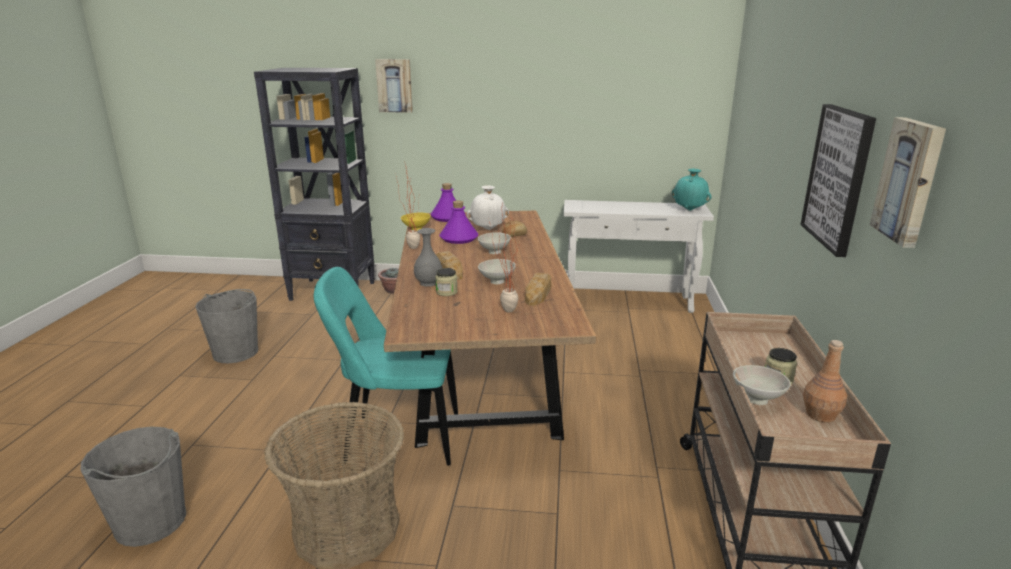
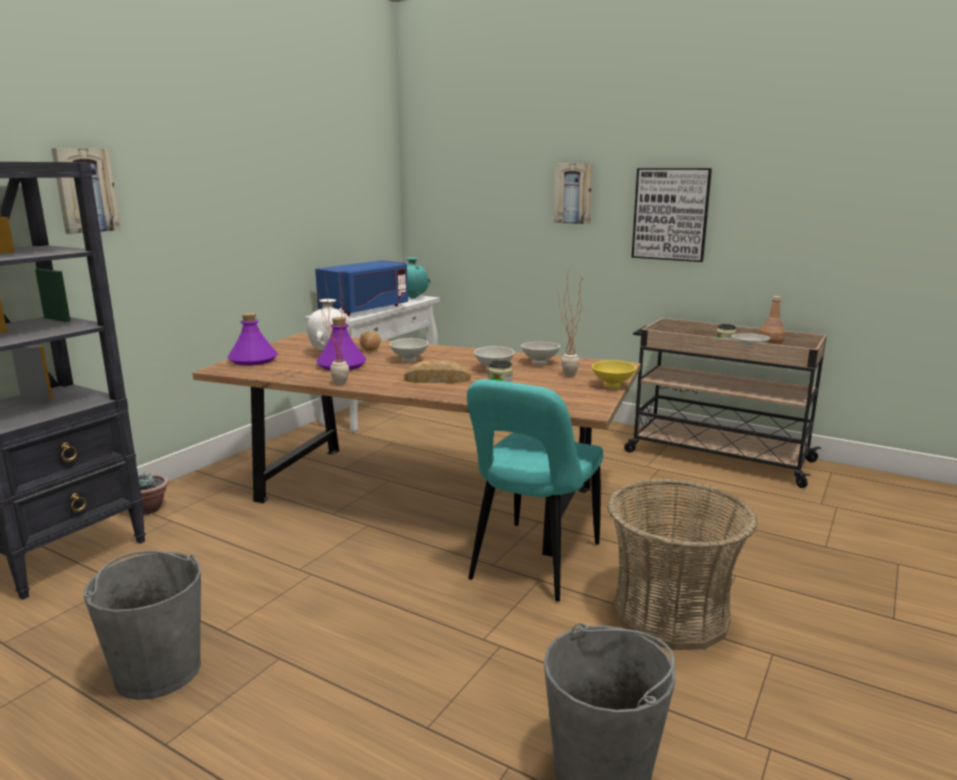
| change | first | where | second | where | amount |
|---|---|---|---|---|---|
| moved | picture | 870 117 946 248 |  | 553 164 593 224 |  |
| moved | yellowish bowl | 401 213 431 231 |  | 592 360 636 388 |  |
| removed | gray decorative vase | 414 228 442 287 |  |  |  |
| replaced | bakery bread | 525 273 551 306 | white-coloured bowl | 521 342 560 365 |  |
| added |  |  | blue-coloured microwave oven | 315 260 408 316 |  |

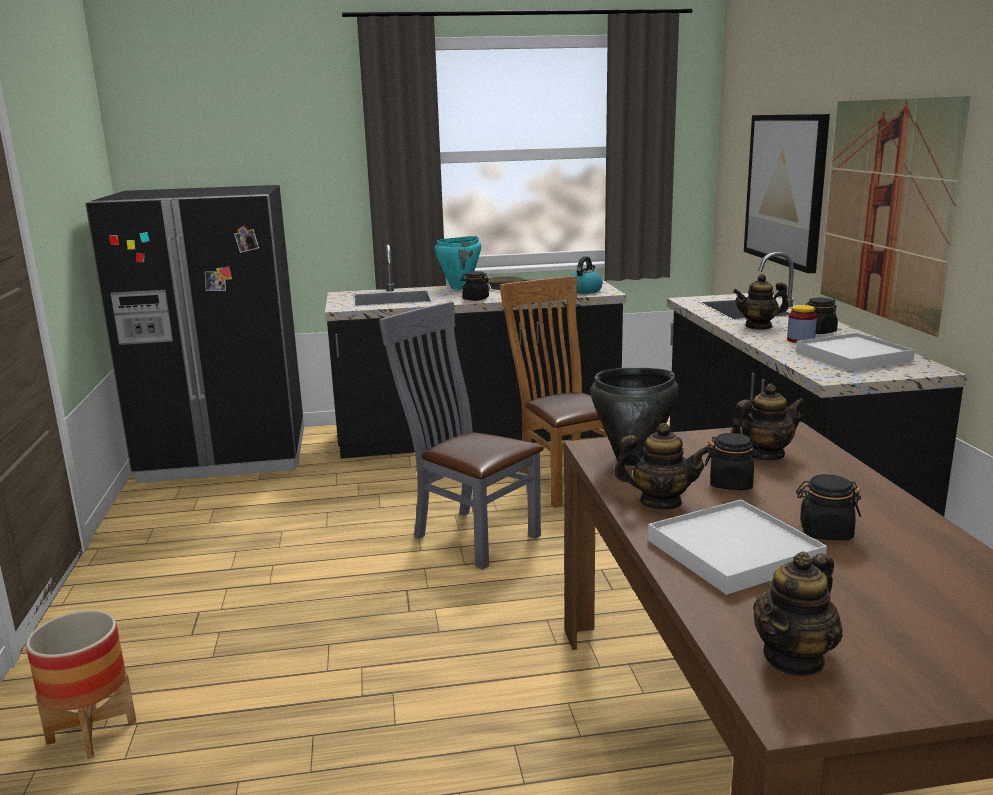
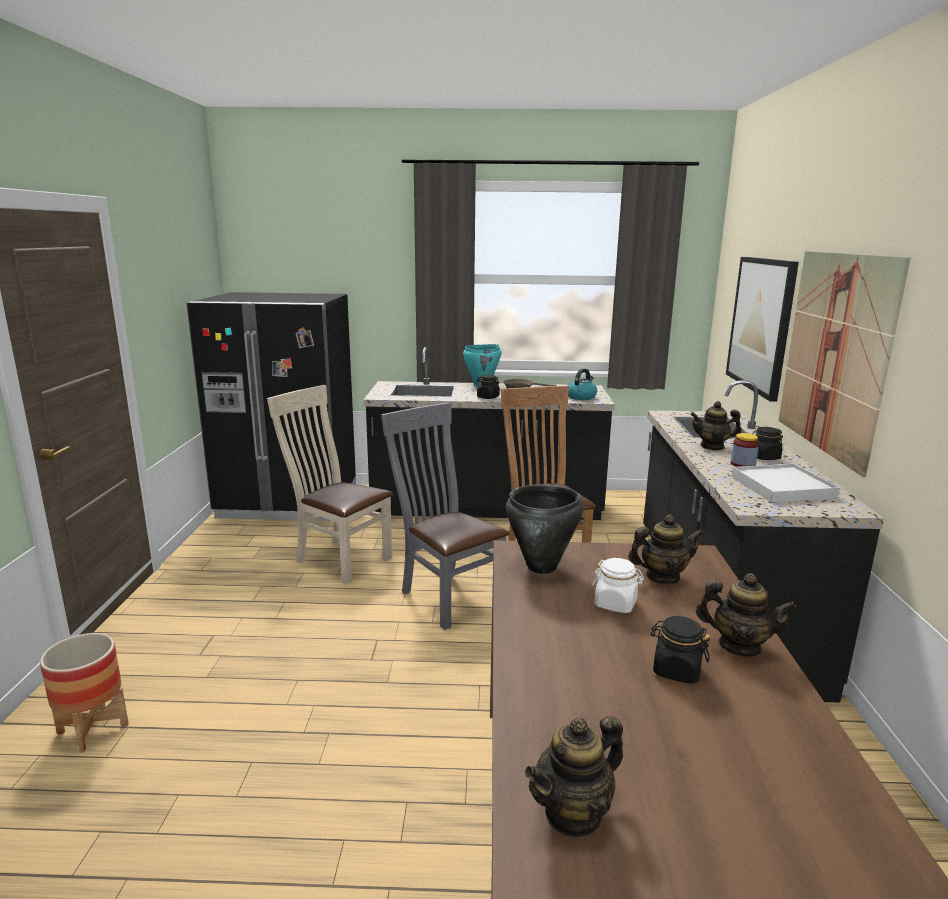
| change | first | where | second | where | amount |
|---|---|---|---|---|---|
| moved | tea pot | 614 423 710 509 |  | 696 573 797 657 |  |
| recoloured | black storage jar | 705 433 762 490 | white-coloured storage jar | 592 558 644 613 |  |
| removed | white-coloured serving tray | 648 500 827 595 |  |  |  |
| added |  |  | beige-coloured plain chair | 267 385 393 585 |  |

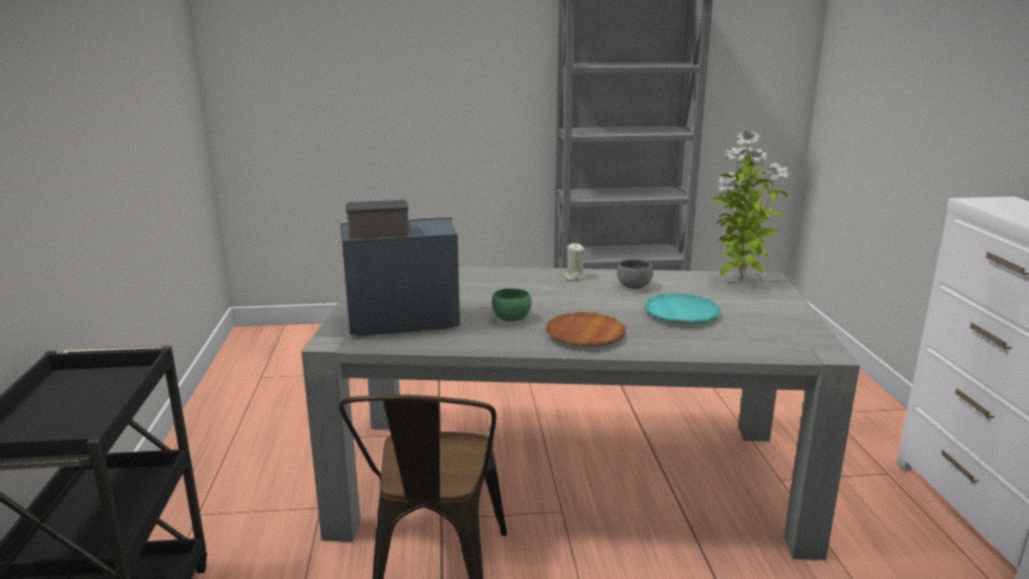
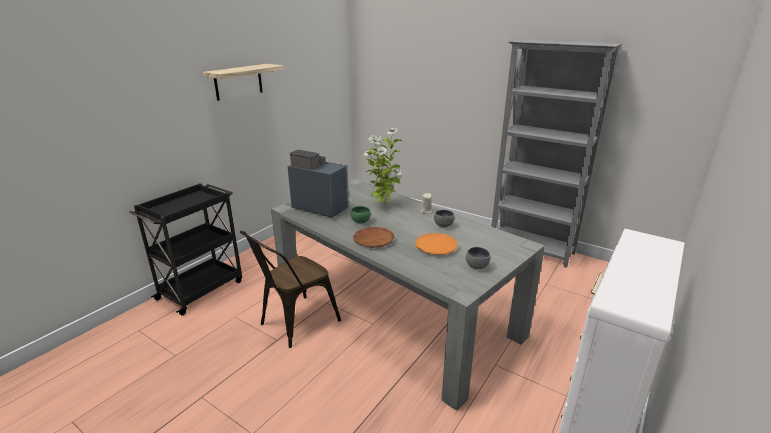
| change | first | where | second | where | amount |
|---|---|---|---|---|---|
| moved | houseplant | 712 132 789 282 |  | 364 128 402 206 |  |
| recoloured | blue-green plate | 644 293 721 324 | orange-coloured plate | 415 233 458 255 |  |
| added |  |  | shelf | 203 64 284 101 |  |
| added |  |  | gray bowl | 466 247 490 269 |  |

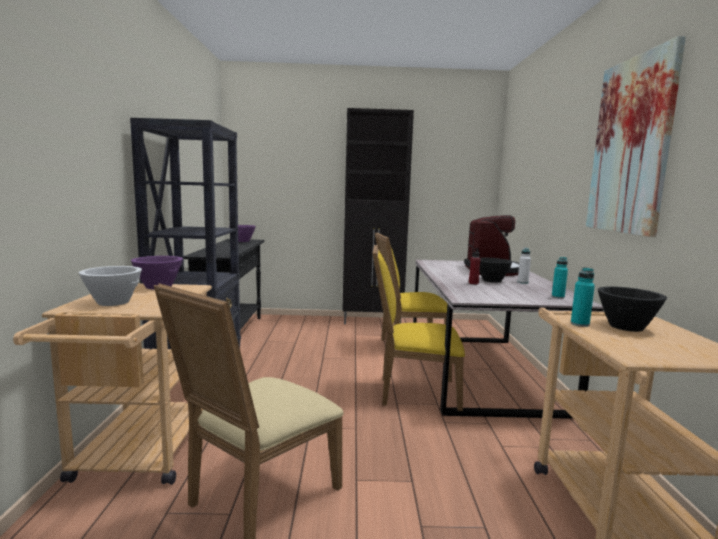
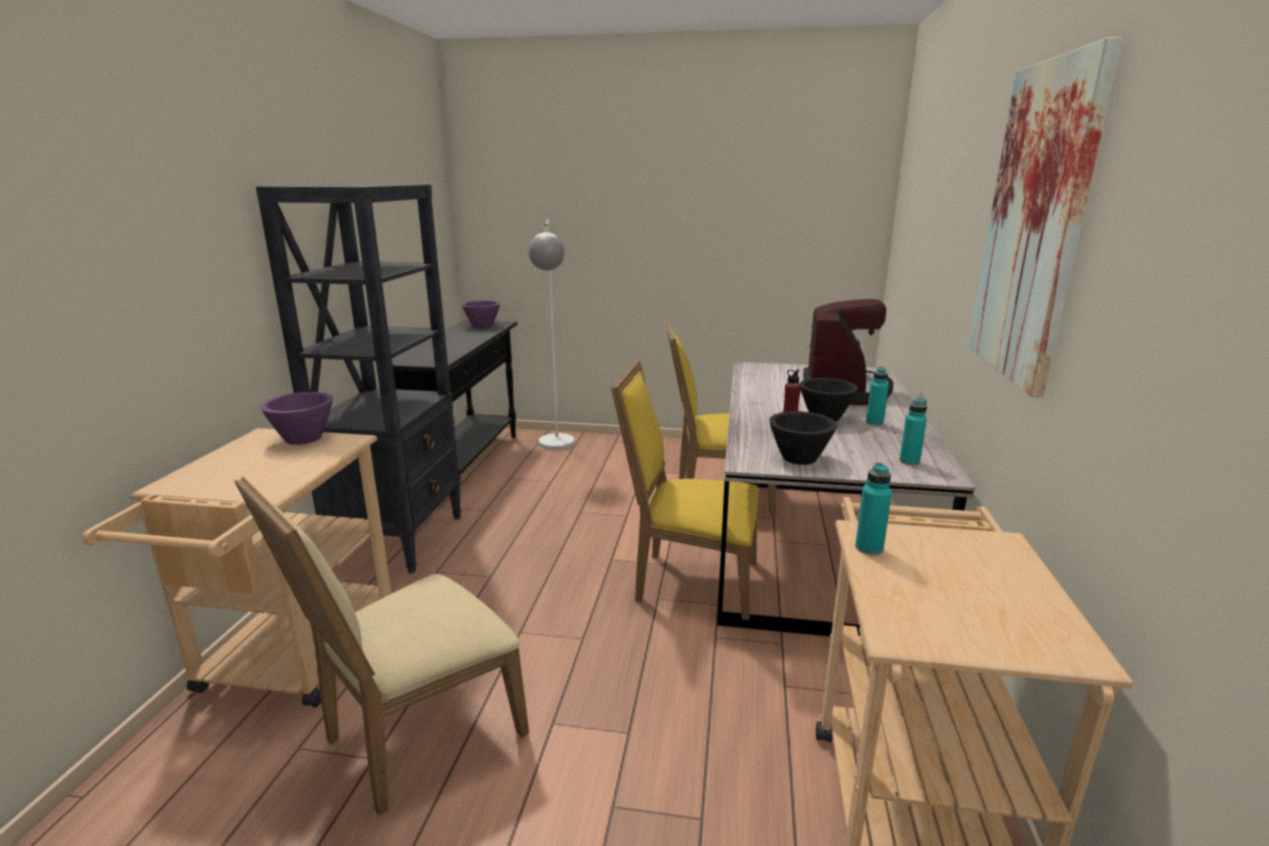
| change | first | where | second | where | amount |
|---|---|---|---|---|---|
| removed | black cupboard | 342 108 414 324 |  |  |  |
| recoloured | white-coloured beverage bottle | 518 247 531 284 | blue-green beverage bottle | 866 367 889 426 |  |
| removed | white-coloured bowl | 79 266 142 306 |  |  |  |
| moved | black bowl | 598 287 667 332 |  | 769 411 837 465 |  |
| added |  |  | white-coloured floor lamp | 529 219 575 450 |  |

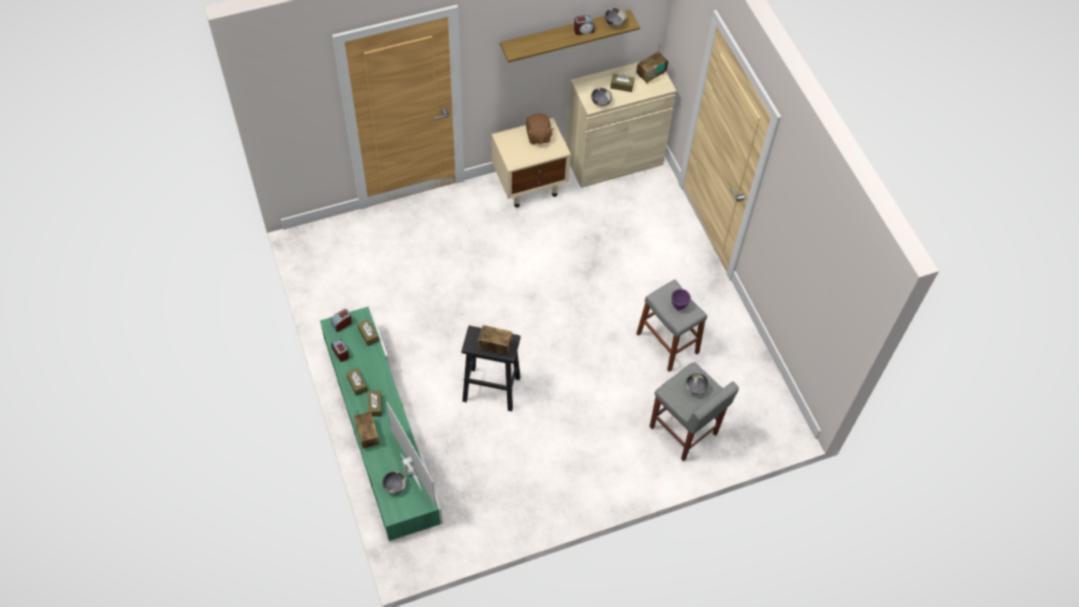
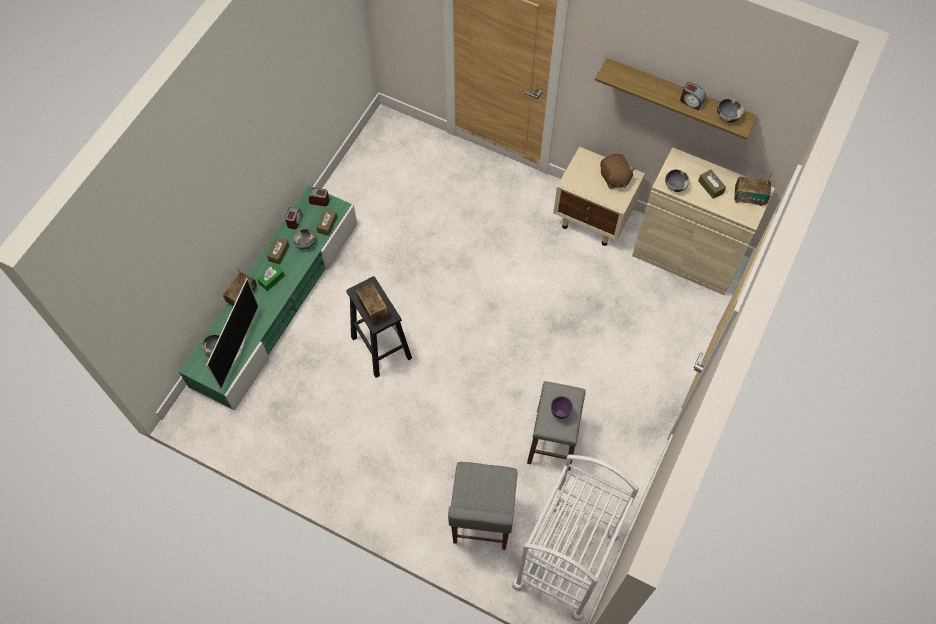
| change | first | where | second | where | amount |
|---|---|---|---|---|---|
| turned | brown plush toy | 526 114 554 144 |  | 600 154 635 189 | 60 degrees counterclockwise |
| moved | bowl | 685 373 709 395 |  | 293 229 316 249 |  |
| recoloured | brown box of tissues | 368 390 382 417 | green-coloured box of tissues | 257 264 285 291 |  |
| added |  |  | white-coloured wheeled cart | 512 454 639 621 |  |

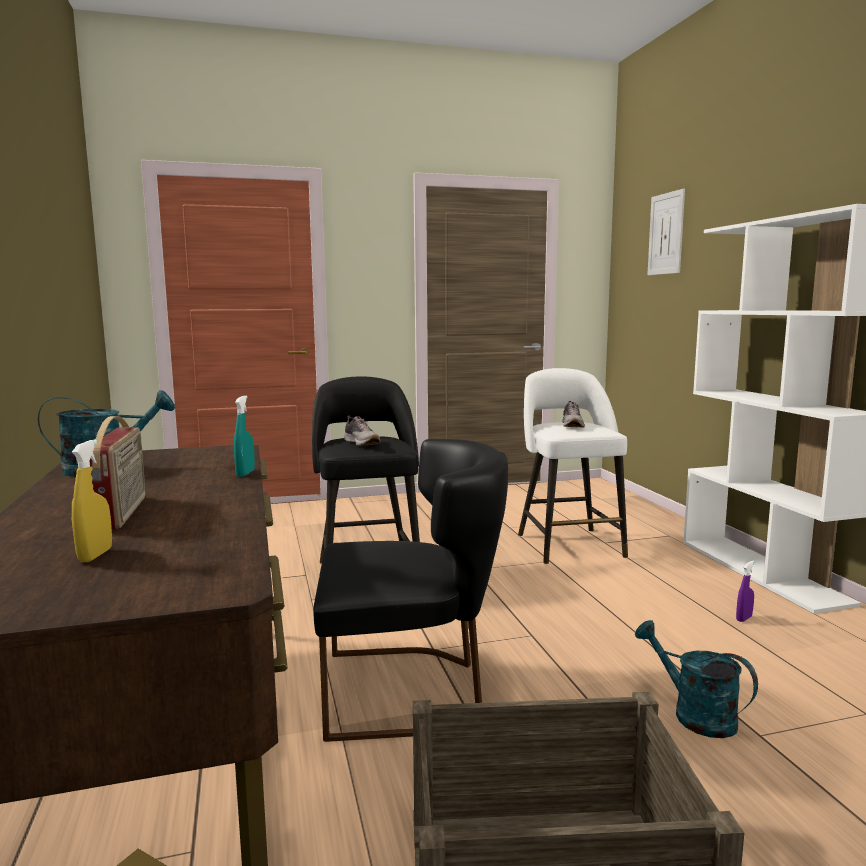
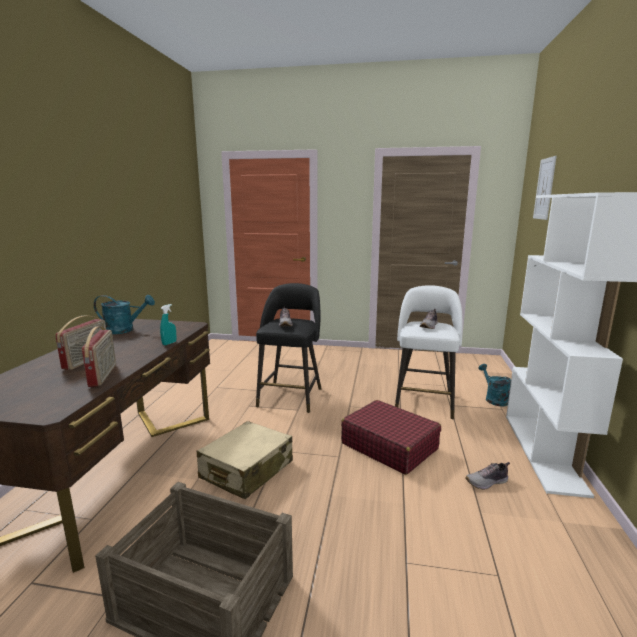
| change | first | where | second | where | amount |
|---|---|---|---|---|---|
| replaced | black plain chair | 313 439 508 742 | beige-coloured travel case | 197 421 293 499 |  |
| removed | yellowish spray bottle | 72 440 112 562 |  |  |  |
| replaced | purple-coloured spray bottle | 736 561 754 622 | low shoe | 465 462 510 490 |  |
| moved | blue-green watering pot | 635 620 758 738 |  | 479 364 511 406 |  |
| added |  |  | radio receiver | 82 326 116 387 |  |
| added |  |  | red-coloured travel case | 341 400 441 475 |  |

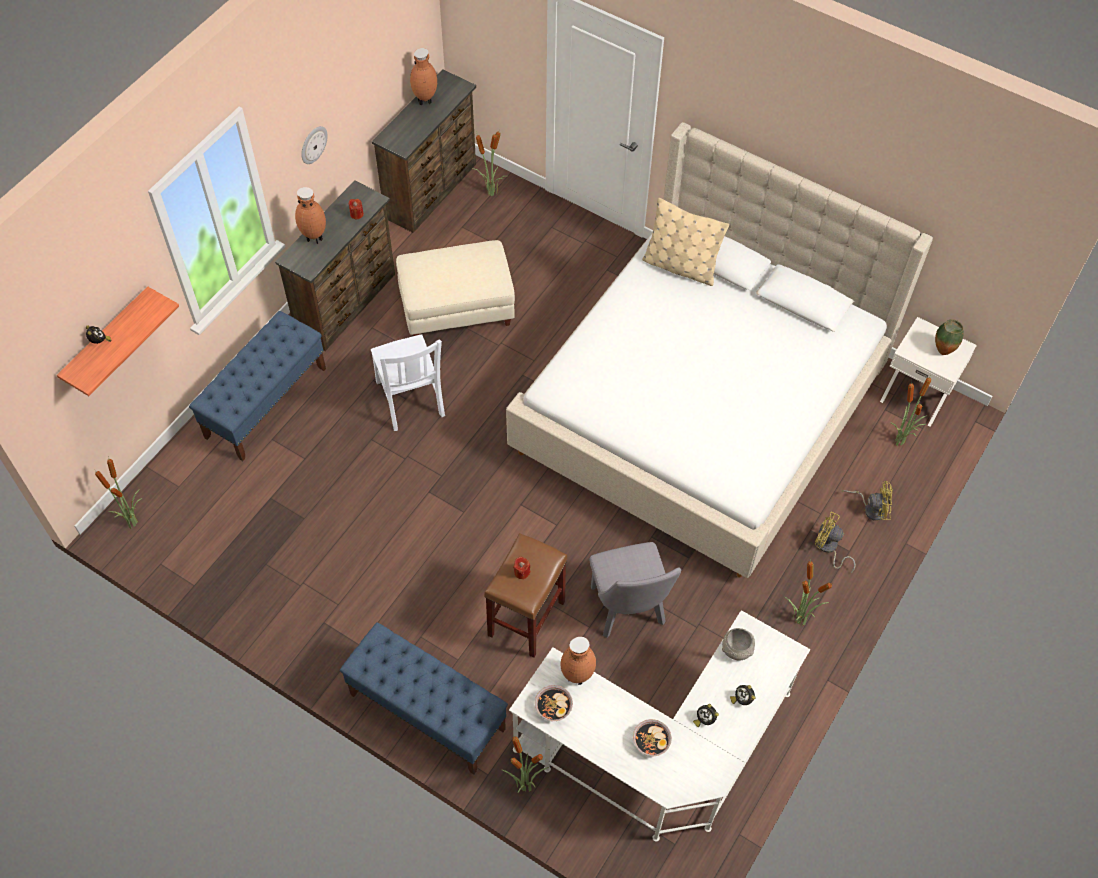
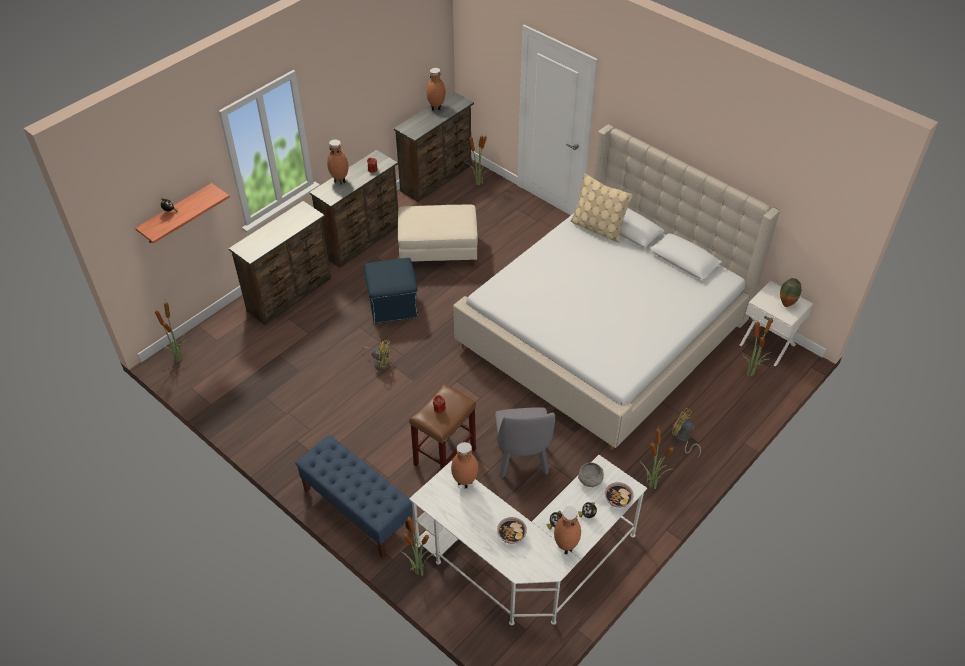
| change | first | where | second | where | amount |
|---|---|---|---|---|---|
| removed | wall clock | 301 126 328 164 |  |  |  |
| replaced | blue-coloured long seat | 189 311 326 461 | brown dresser | 229 201 331 325 |  |
| replaced | white-coloured plain chair | 371 334 445 431 | blue-coloured pouffe | 364 258 418 324 |  |
| moved | yellowish fan | 842 481 893 521 |  | 362 340 391 370 |  |
| moved | bowl | 535 685 573 721 |  | 605 482 634 508 |  |
| added |  |  | brown decorative vase | 554 506 581 554 |  |

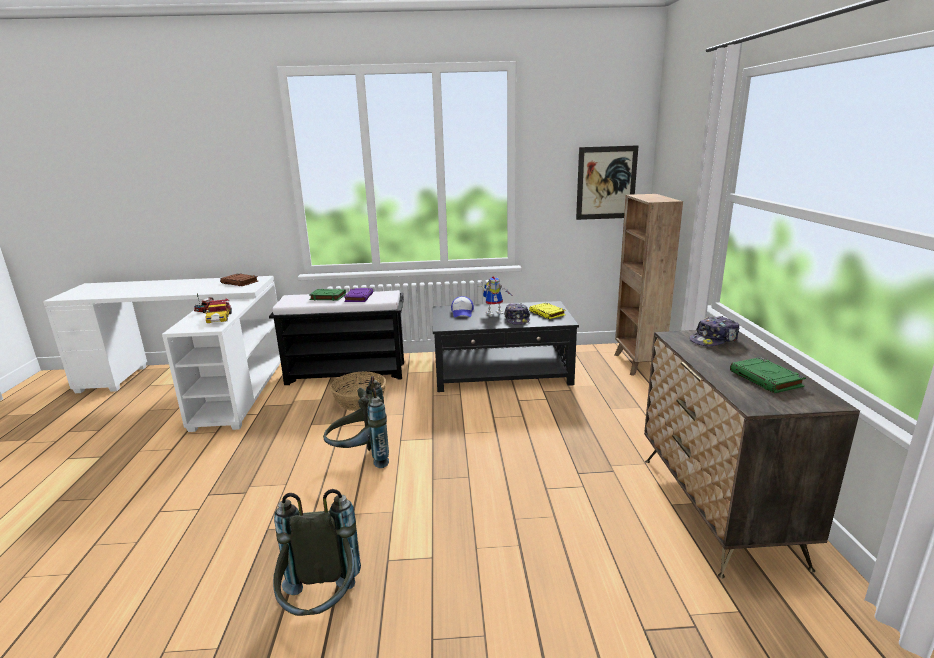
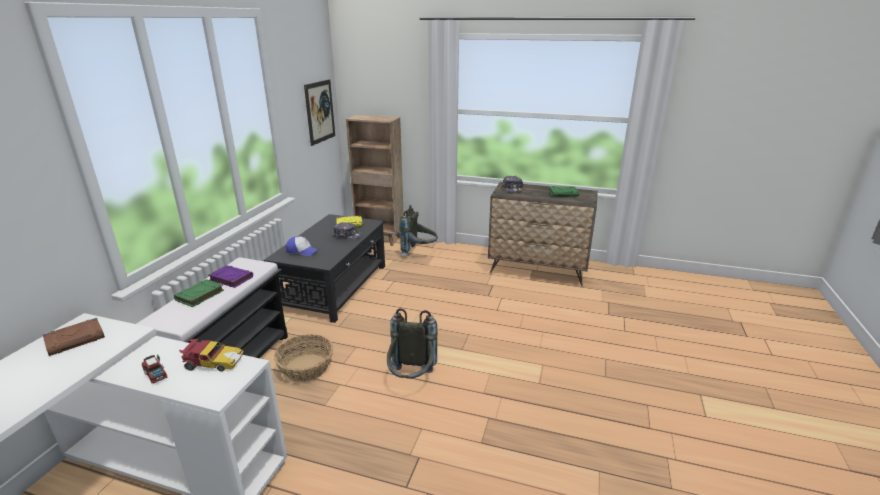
| change | first | where | second | where | amount |
|---|---|---|---|---|---|
| removed | model robot | 477 276 514 316 |  |  |  |
| moved | gray backpack | 273 489 361 616 |  | 399 205 438 256 |  |

